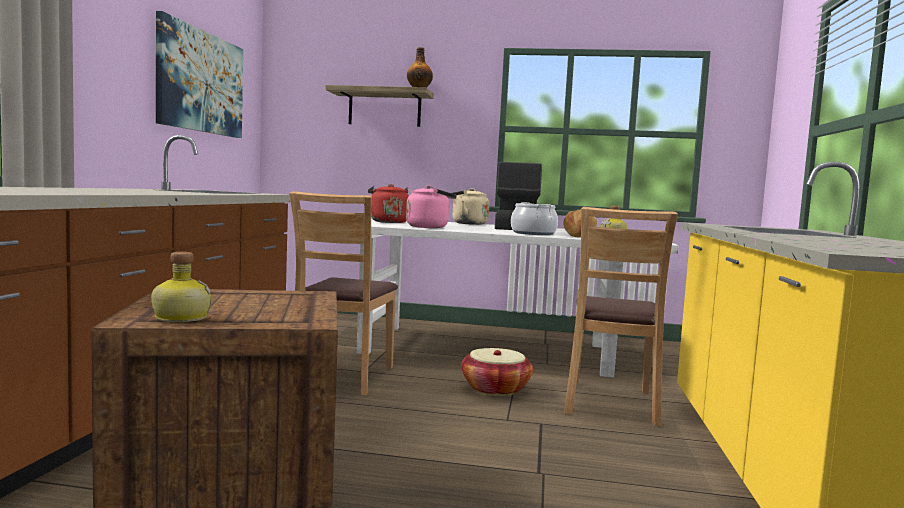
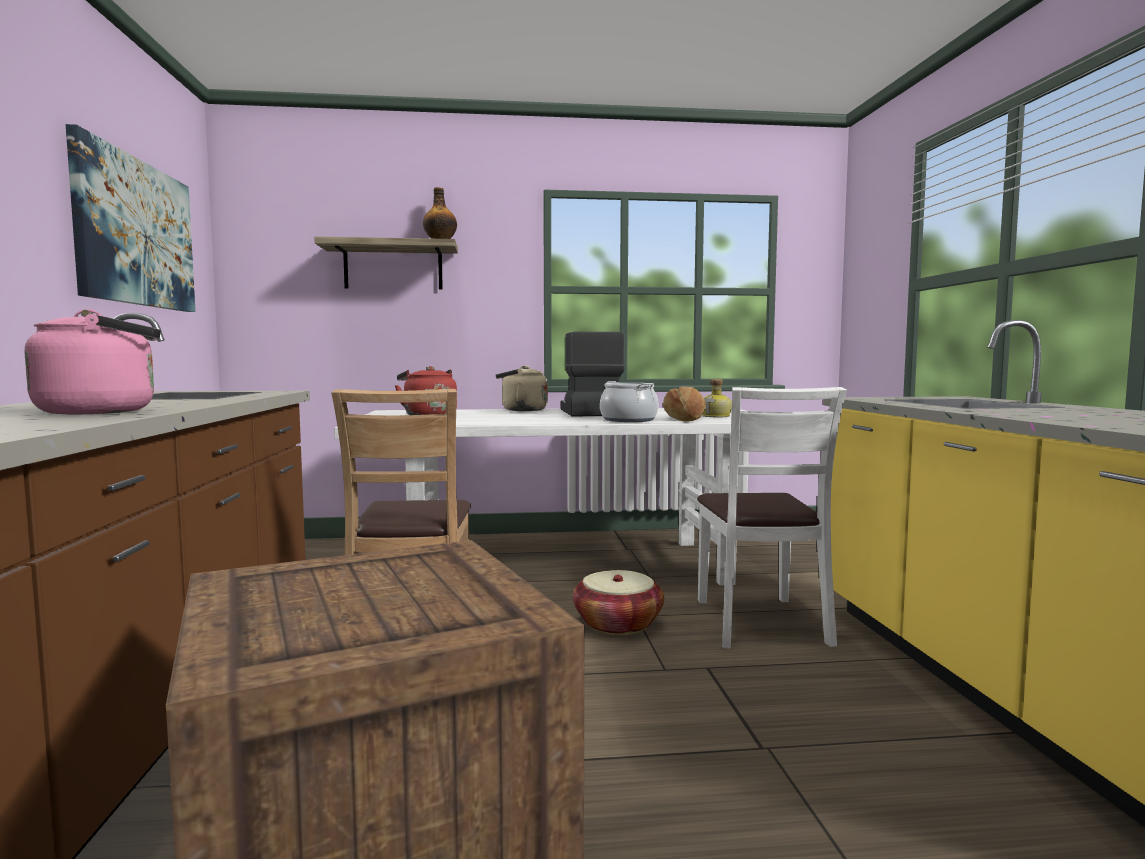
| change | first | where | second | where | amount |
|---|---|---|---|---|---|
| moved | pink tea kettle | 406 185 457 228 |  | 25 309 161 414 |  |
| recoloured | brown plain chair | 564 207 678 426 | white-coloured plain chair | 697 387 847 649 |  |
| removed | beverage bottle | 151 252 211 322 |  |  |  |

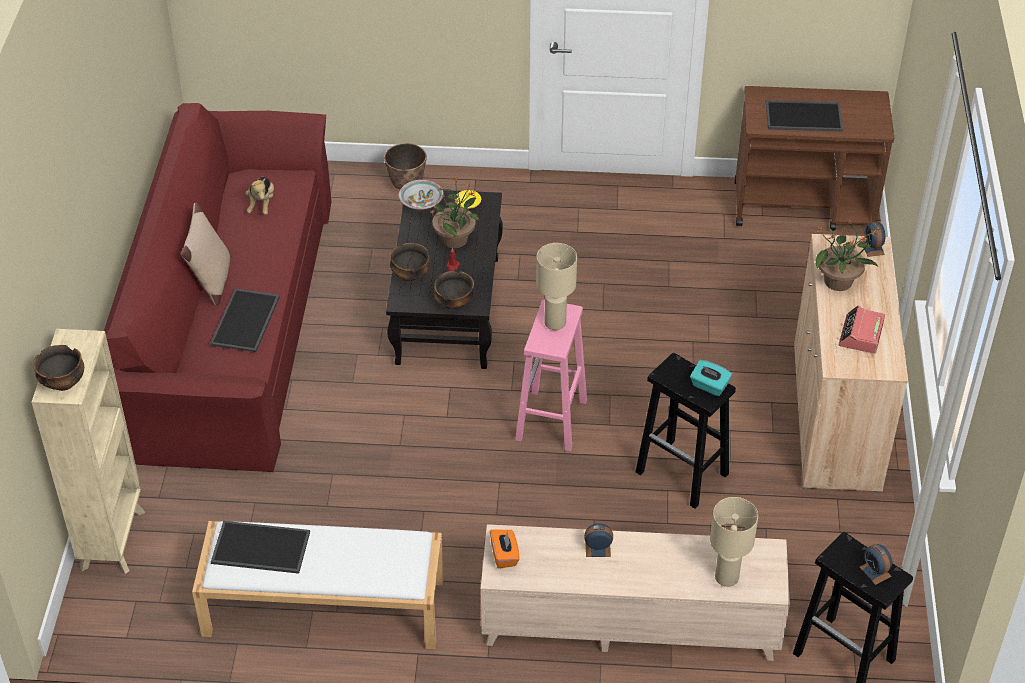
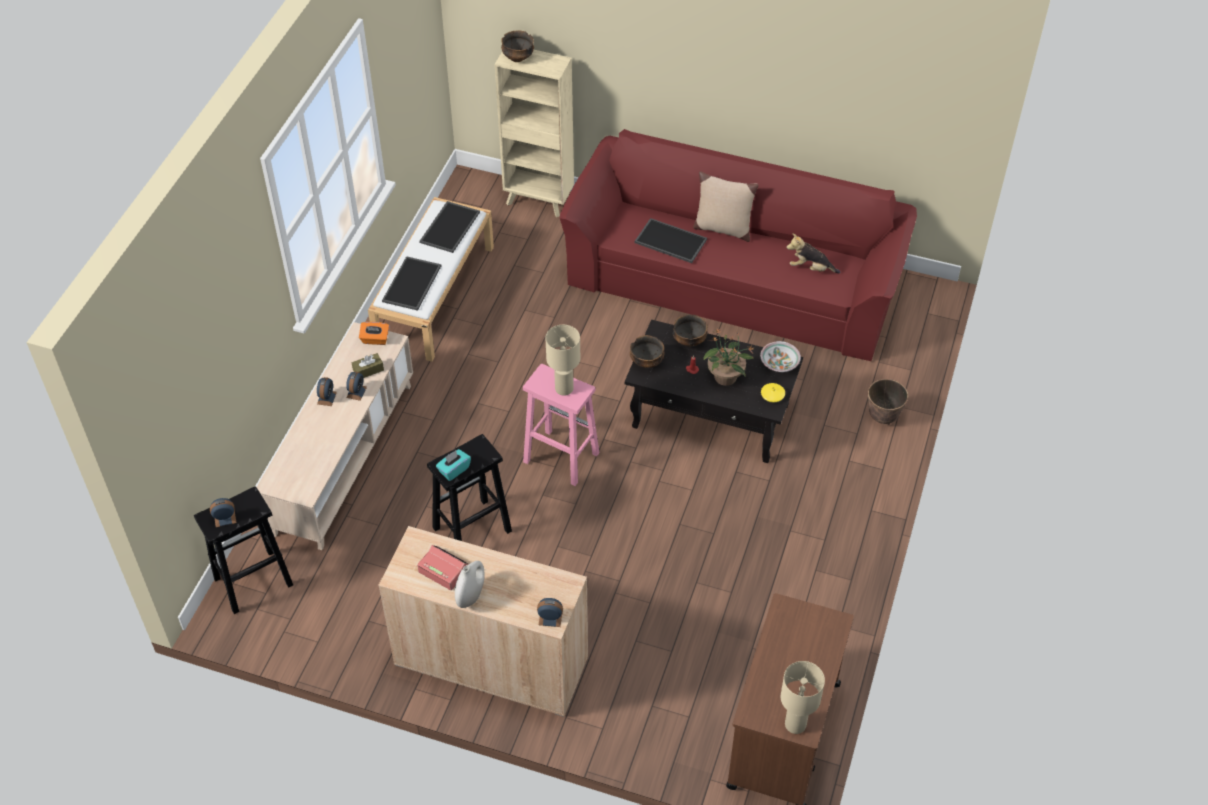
| change | first | where | second | where | amount |
|---|---|---|---|---|---|
| moved | serving tray | 766 100 843 132 |  | 382 256 442 311 |  |
| removed | houseplant | 814 220 878 291 |  |  |  |
| moved | beige-coloured table lamp | 710 497 758 587 |  | 781 661 825 734 |  |
| added |  |  | brown box of tissues | 352 353 384 378 |  |
| added |  |  | bedside clock | 317 377 337 406 |  |
| added |  |  | white-coloured decorative vase | 455 561 485 608 |  |

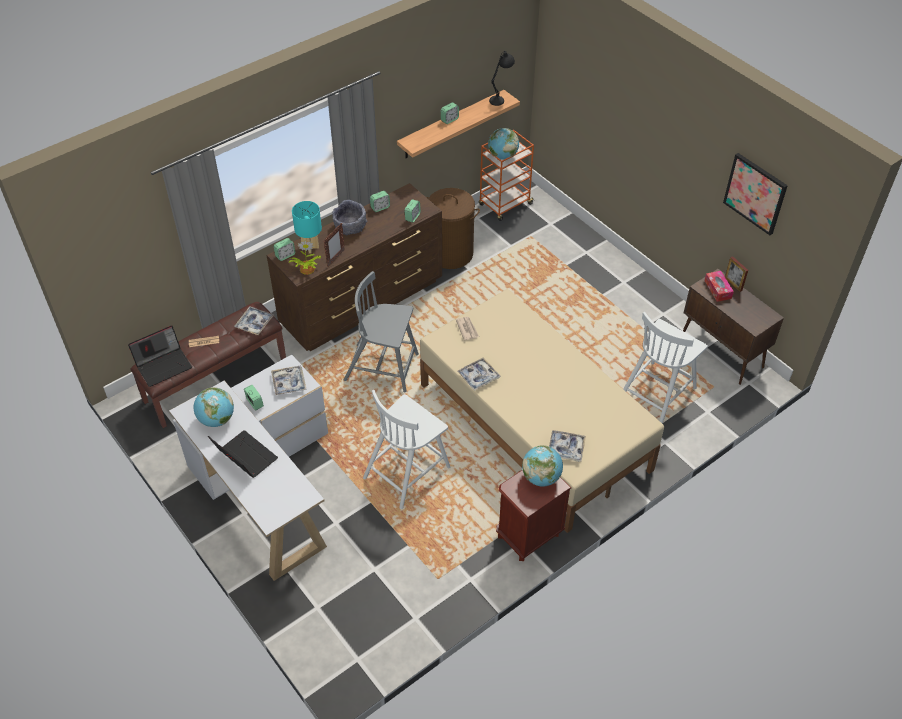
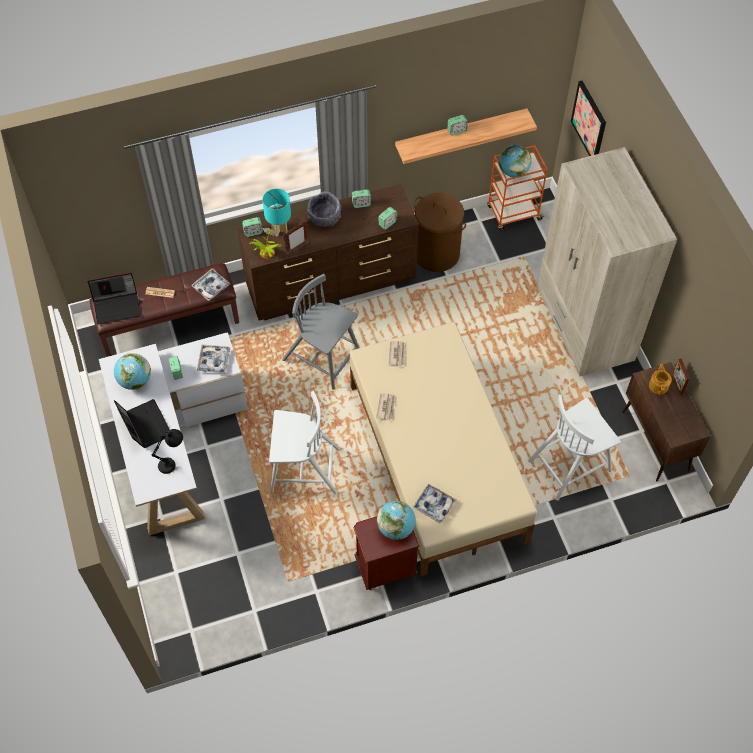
| change | first | where | second | where | amount |
|---|---|---|---|---|---|
| moved | black table lamp | 489 51 515 106 |  | 151 429 183 474 |  |
| moved | picture | 723 153 788 235 |  | 571 81 606 156 |  |
| replaced | box of tissues | 704 271 734 302 | tea pot | 649 364 672 395 |  |
| replaced | serving tray | 457 357 500 391 | newspaper | 376 393 395 421 |  |
| turned | white-coloured plain chair | 363 390 450 509 |  | 269 391 340 494 | 150 degrees counterclockwise |
| added |  |  | beige-coloured clothes cupboard | 537 147 677 377 |  |

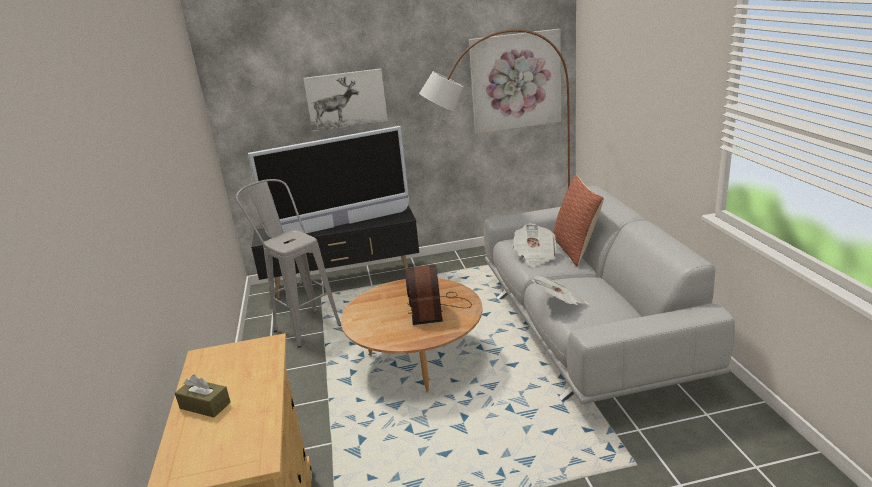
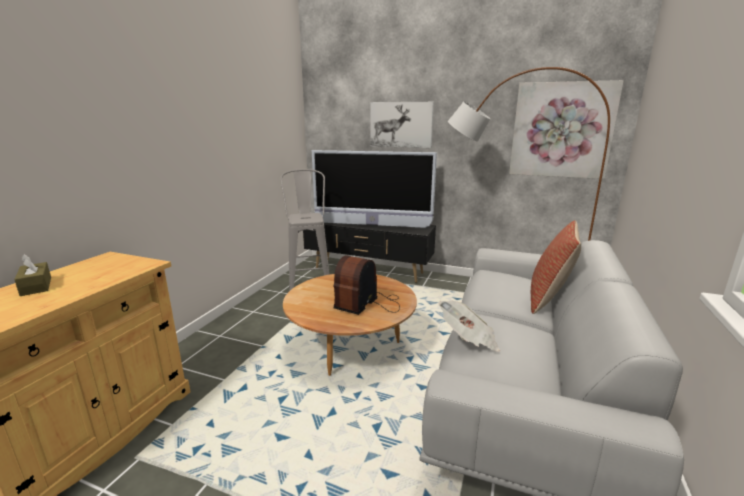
| change | first | where | second | where | amount |
|---|---|---|---|---|---|
| removed | newspaper | 512 223 556 267 |  |  |  |

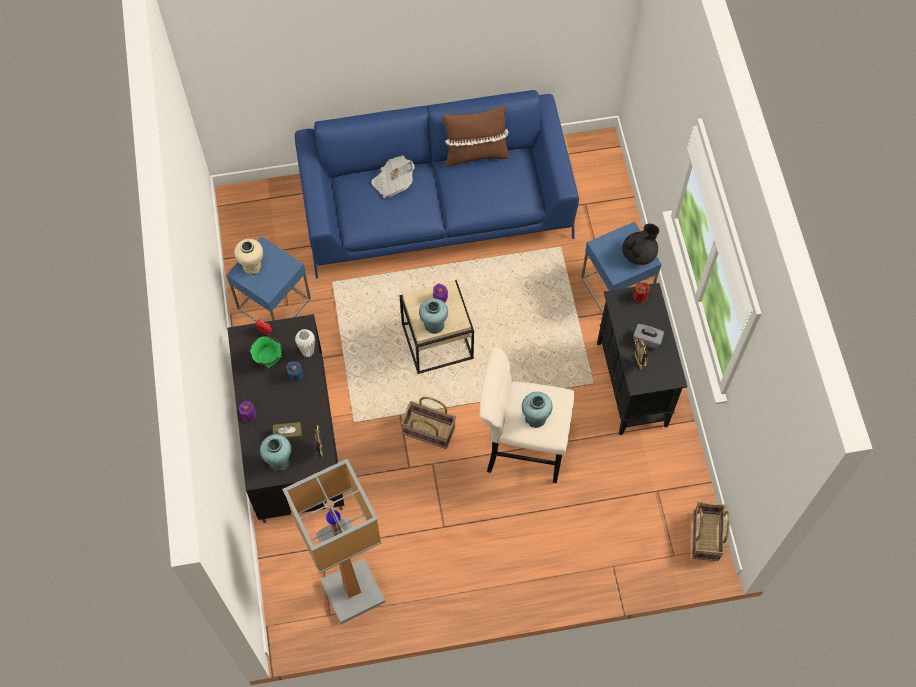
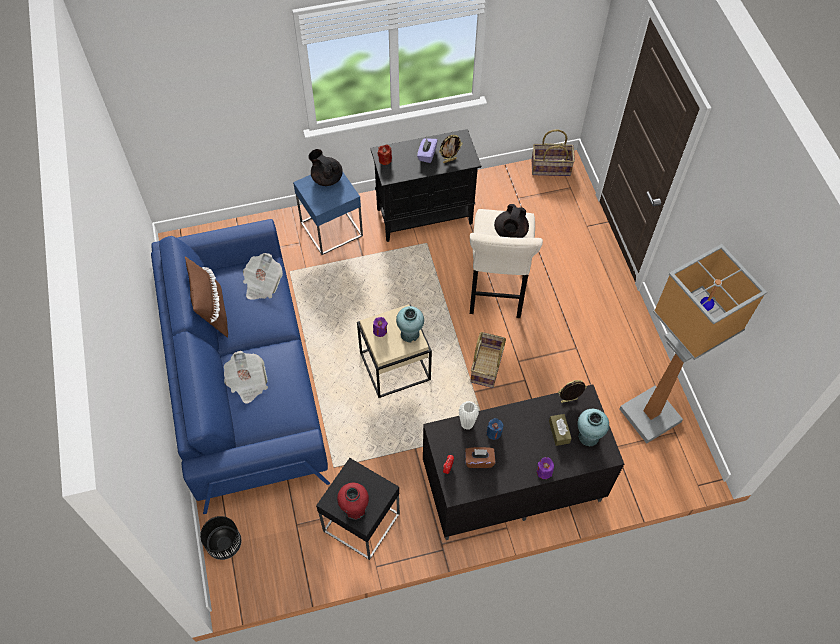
| change | first | where | second | where | amount |
|---|---|---|---|---|---|
| recoloured | blue-coloured side table | 226 236 311 321 | black side table | 316 458 400 560 |  |
| recoloured | beige-coloured decorative vase | 234 239 263 275 | red-coloured decorative vase | 337 483 369 520 |  |
| recoloured | gray box of tissues | 633 324 664 349 | purple-coloured box of tissues | 417 138 438 163 |  |
| replaced | green-coloured bowl | 250 336 282 369 | brown box of tissues | 465 447 496 468 |  |
| replaced | blue-green decorative vase | 522 392 553 428 | black tea pot | 494 204 529 238 |  |
| added |  |  | newspaper | 243 253 283 300 |  |
| added |  |  | black flower pot | 200 516 241 560 |  |

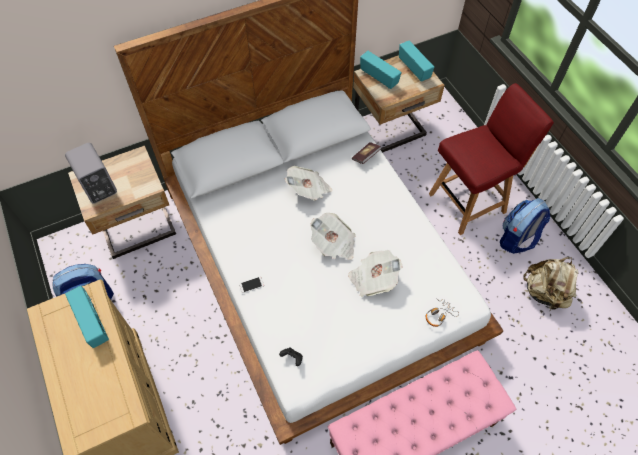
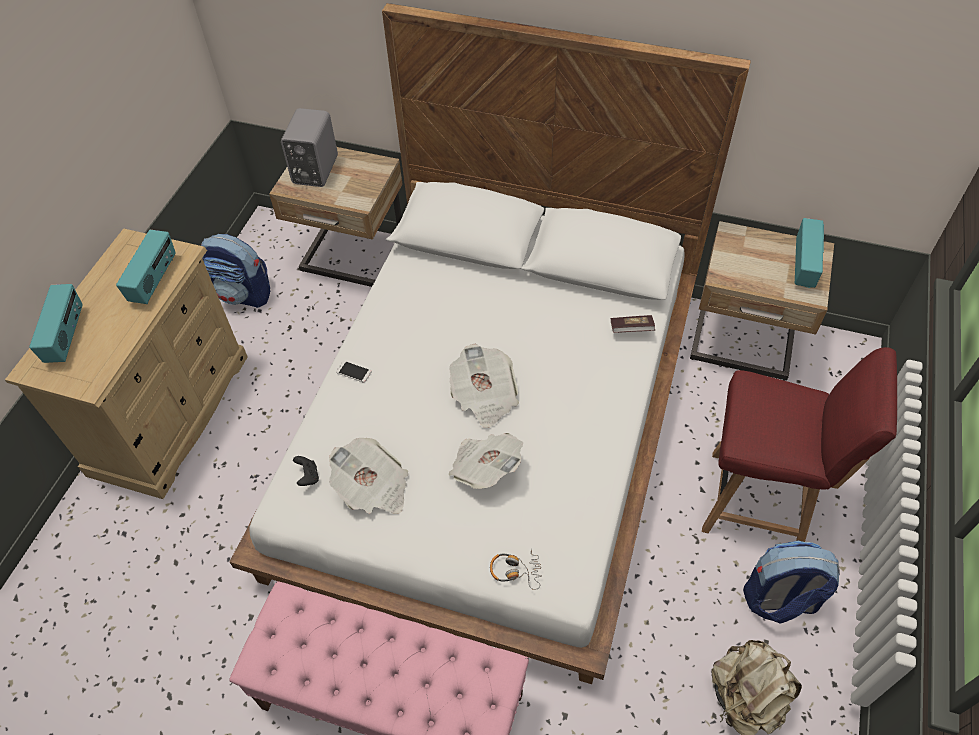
| change | first | where | second | where | amount |
|---|---|---|---|---|---|
| moved | radio receiver | 360 51 401 89 |  | 29 284 82 363 |  |
| moved | newspaper | 285 166 332 201 |  | 329 438 408 514 |  |

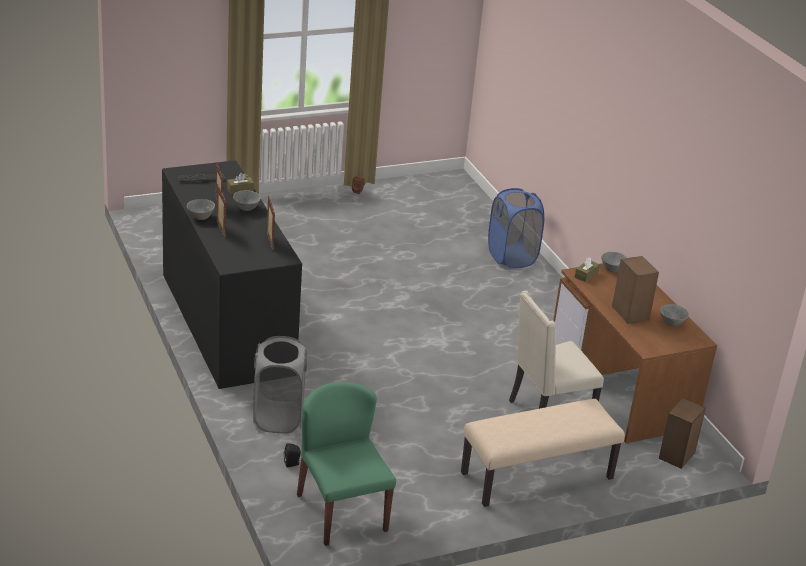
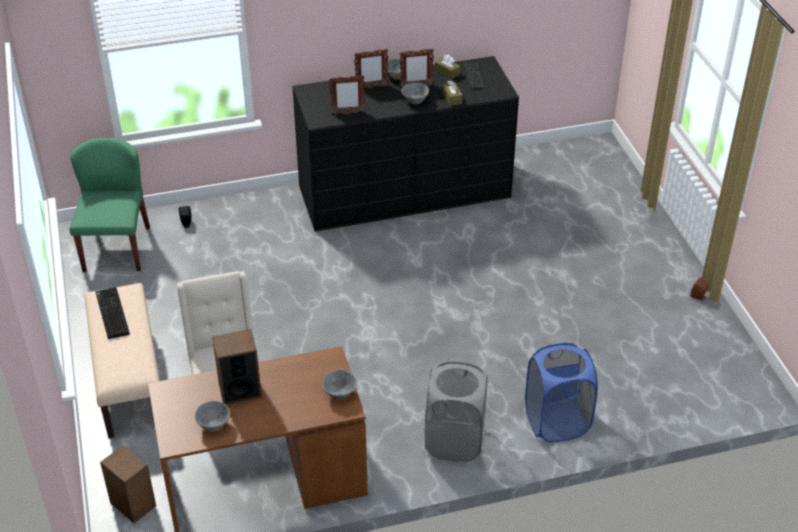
| change | first | where | second | where | amount |
|---|---|---|---|---|---|
| moved | brown box of tissues | 575 257 600 282 |  | 435 55 460 79 |  |
| moved | gray laundry basket | 253 336 307 433 |  | 425 361 487 462 |  |
| turned | green-coloured plain chair | 297 382 396 546 |  | 70 138 150 272 | 75 degrees counterclockwise |
| added |  |  | computer keyboard | 95 287 130 339 |  |

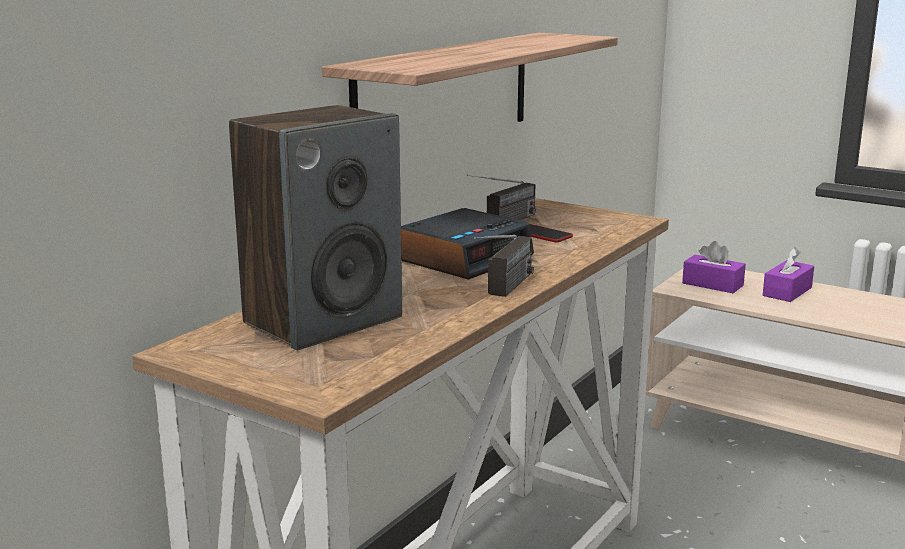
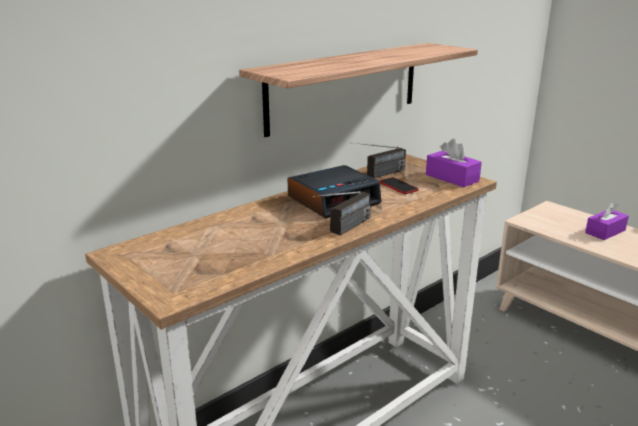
| change | first | where | second | where | amount |
|---|---|---|---|---|---|
| removed | speaker | 229 105 402 350 |  |  |  |
| moved | purple-coloured box of tissues | 682 241 746 293 |  | 426 139 482 187 |  |

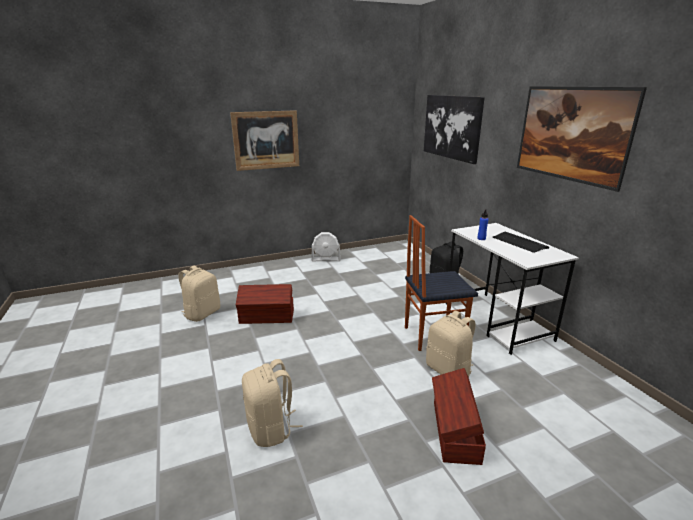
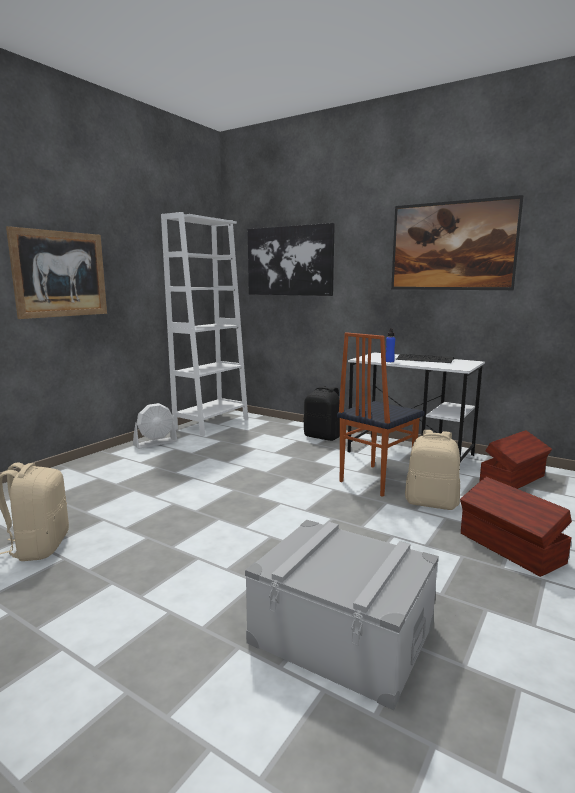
| change | first | where | second | where | amount |
|---|---|---|---|---|---|
| moved | brown storage bin | 236 284 294 324 |  | 479 430 552 489 |  |
| replaced | beige-coloured backpack | 242 359 303 447 | gray storage bin | 245 520 439 710 |  |
| added |  |  | white-coloured bookshelf | 161 212 248 436 |  |

